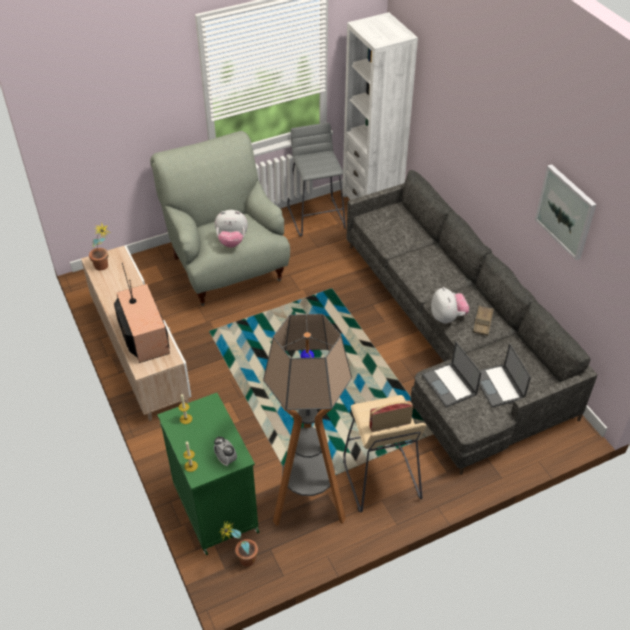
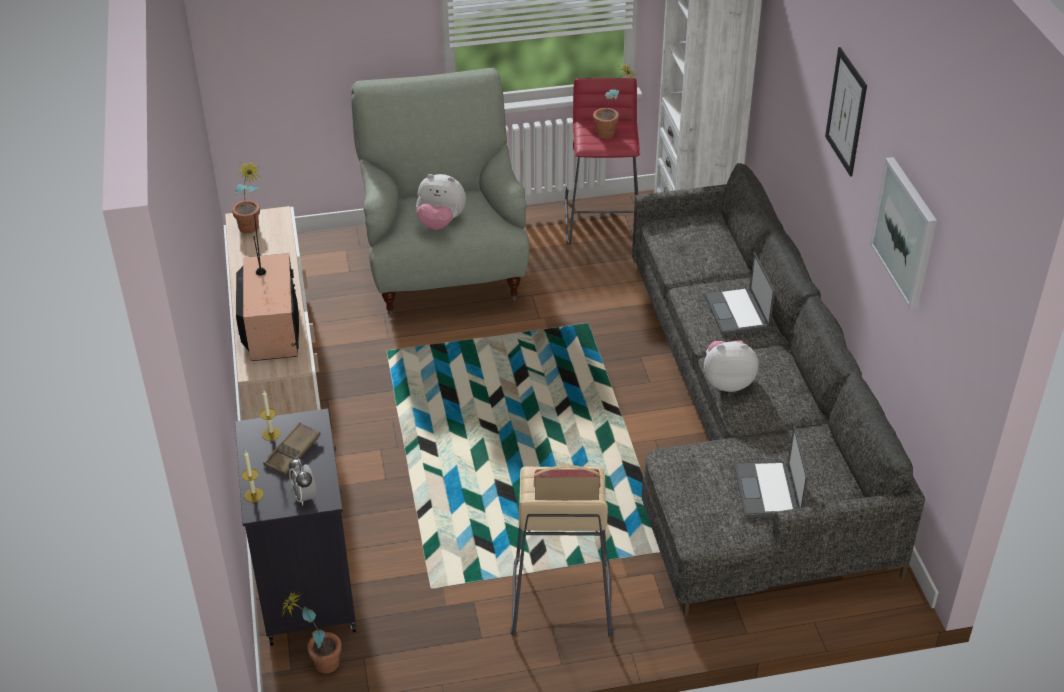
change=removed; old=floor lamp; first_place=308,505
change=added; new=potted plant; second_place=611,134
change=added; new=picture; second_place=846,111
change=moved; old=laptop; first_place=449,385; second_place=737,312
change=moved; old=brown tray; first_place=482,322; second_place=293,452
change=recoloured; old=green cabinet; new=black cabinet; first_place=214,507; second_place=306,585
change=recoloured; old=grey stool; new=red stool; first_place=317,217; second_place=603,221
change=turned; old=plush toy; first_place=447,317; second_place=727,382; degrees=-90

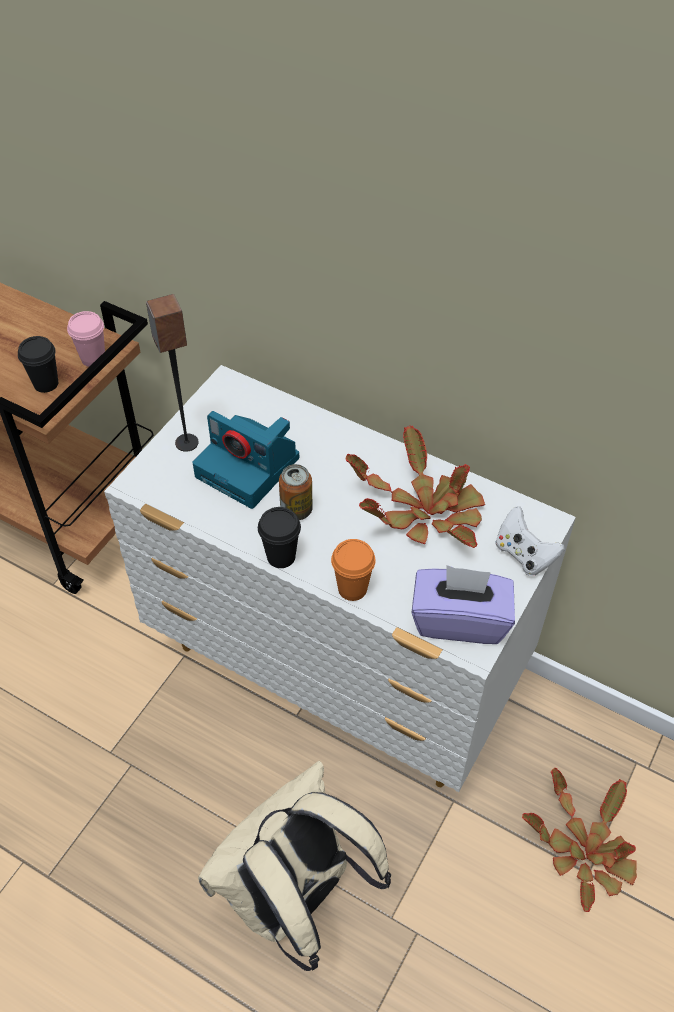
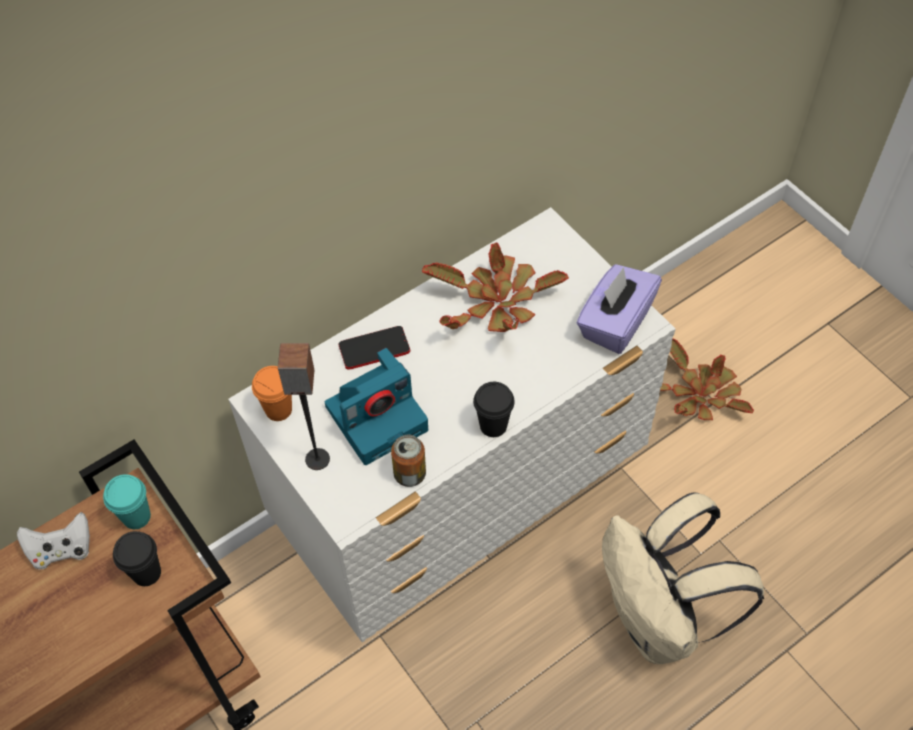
change=added; new=phone; second_place=374,348
change=moved; old=can; first_place=296,510; second_place=410,474
change=moved; old=orange cup; first_place=352,589; second_place=278,409
change=moved; old=white game controller; first_place=524,554; second_place=62,550
change=recoloured; old=pink cup; new=turquoise cup; first_place=93,358; second_place=136,516

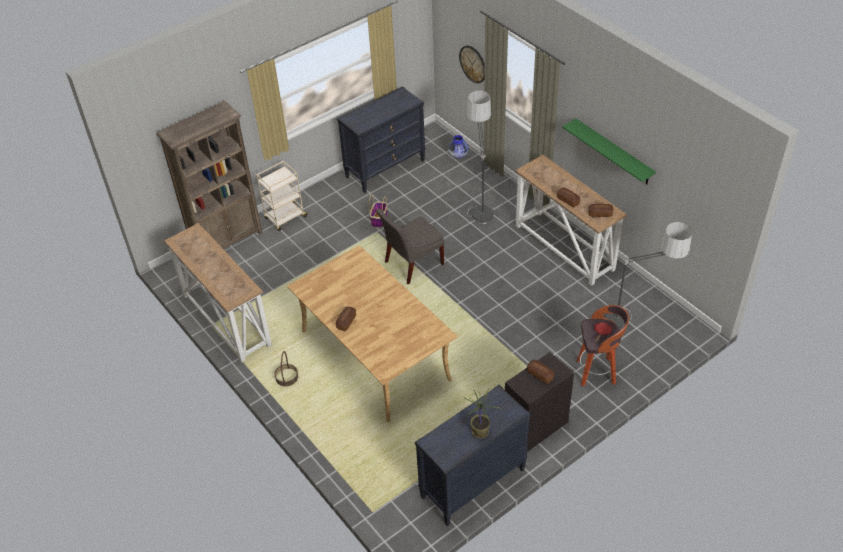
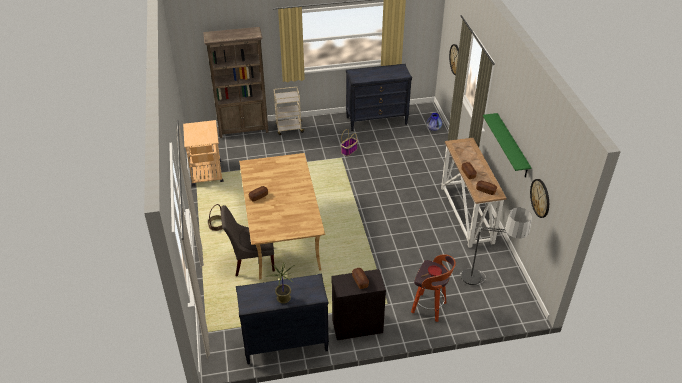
change=removed; old=floor lamp; first_place=479,202
change=added; new=wall clock; second_place=540,198
change=moved; old=grey chair; first_place=411,264; second_place=251,261
change=replaced; old=console table; new=beige cart; first_place=226,319; second_place=207,175

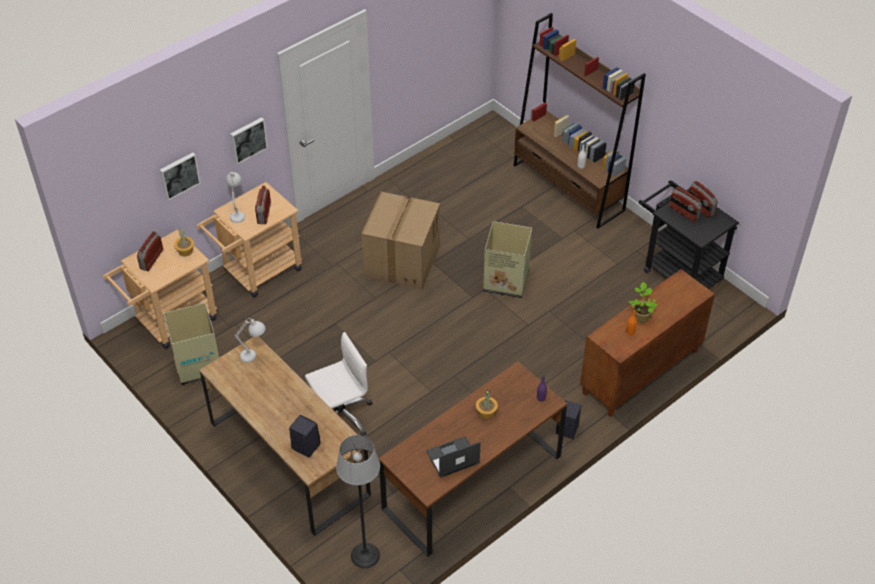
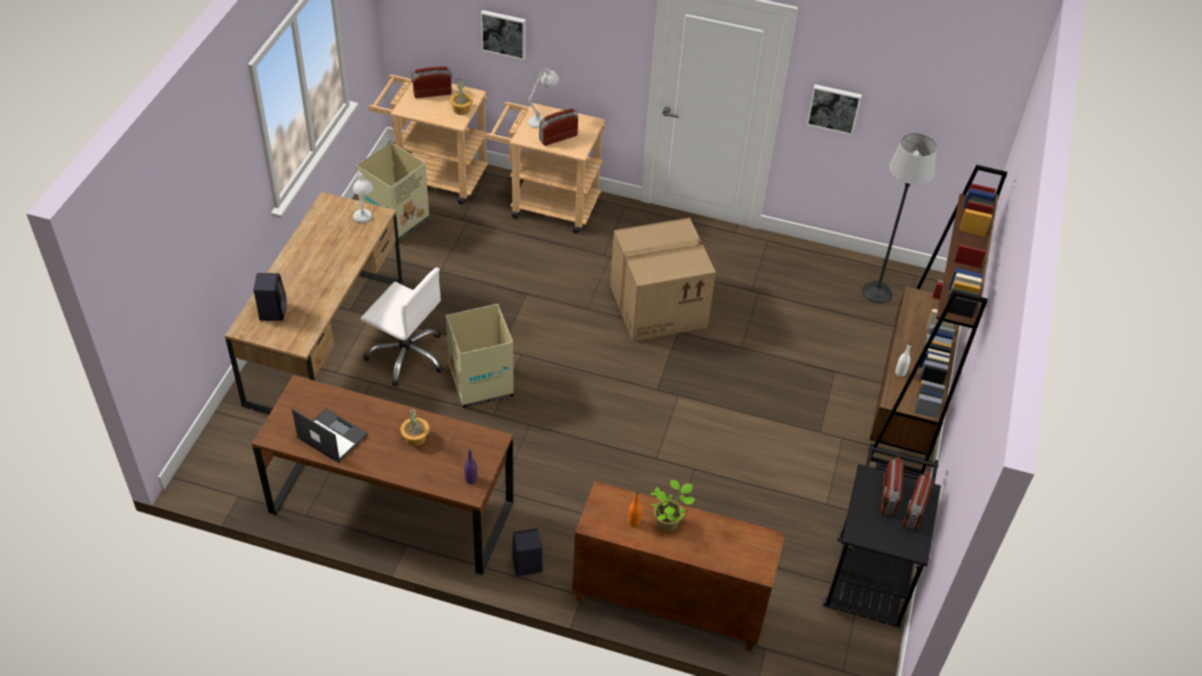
change=moved; old=picture; first_place=248,139; second_place=834,108
change=moved; old=floor lamp; first_place=365,555; second_place=876,292
change=moved; old=cardboard box; first_place=505,281; second_place=481,382

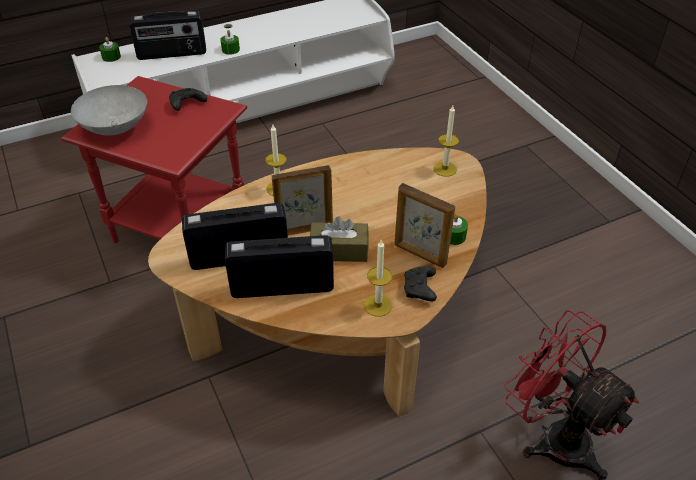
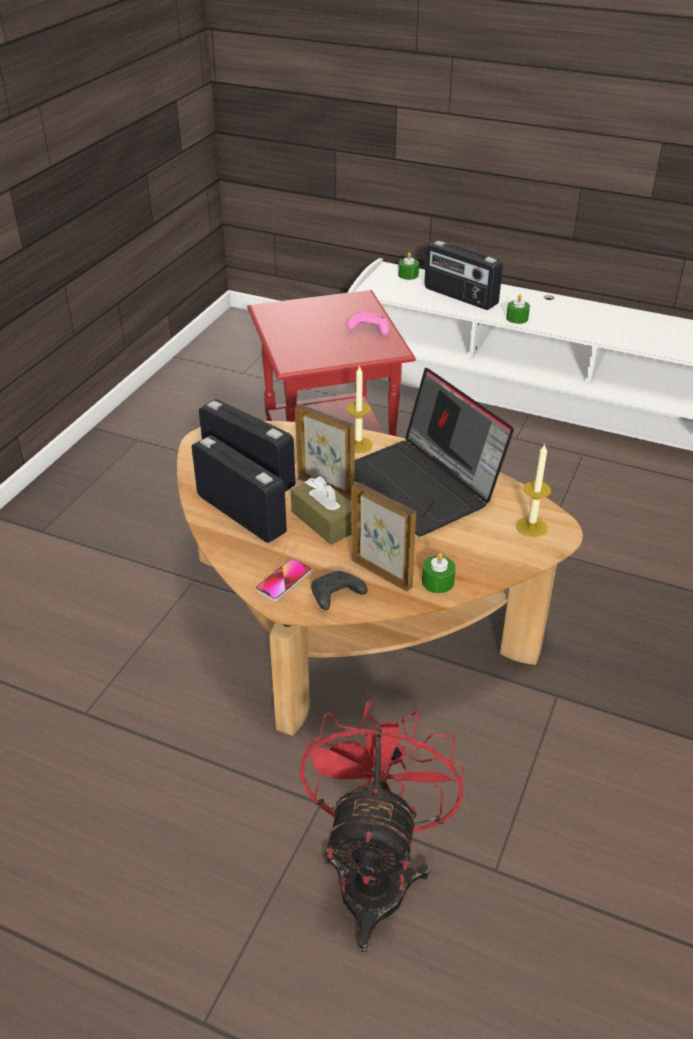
change=removed; old=grey bowl; first_place=114,129
change=added; new=laptop; second_place=424,485
change=replaced; old=candle; new=phone; first_place=378,305; second_place=284,580
change=recoloured; old=black game controller; new=pink game controller; first_place=186,104; second_place=368,330
change=turned; old=picture frame; first_place=419,255; second_place=382,573; degrees=135

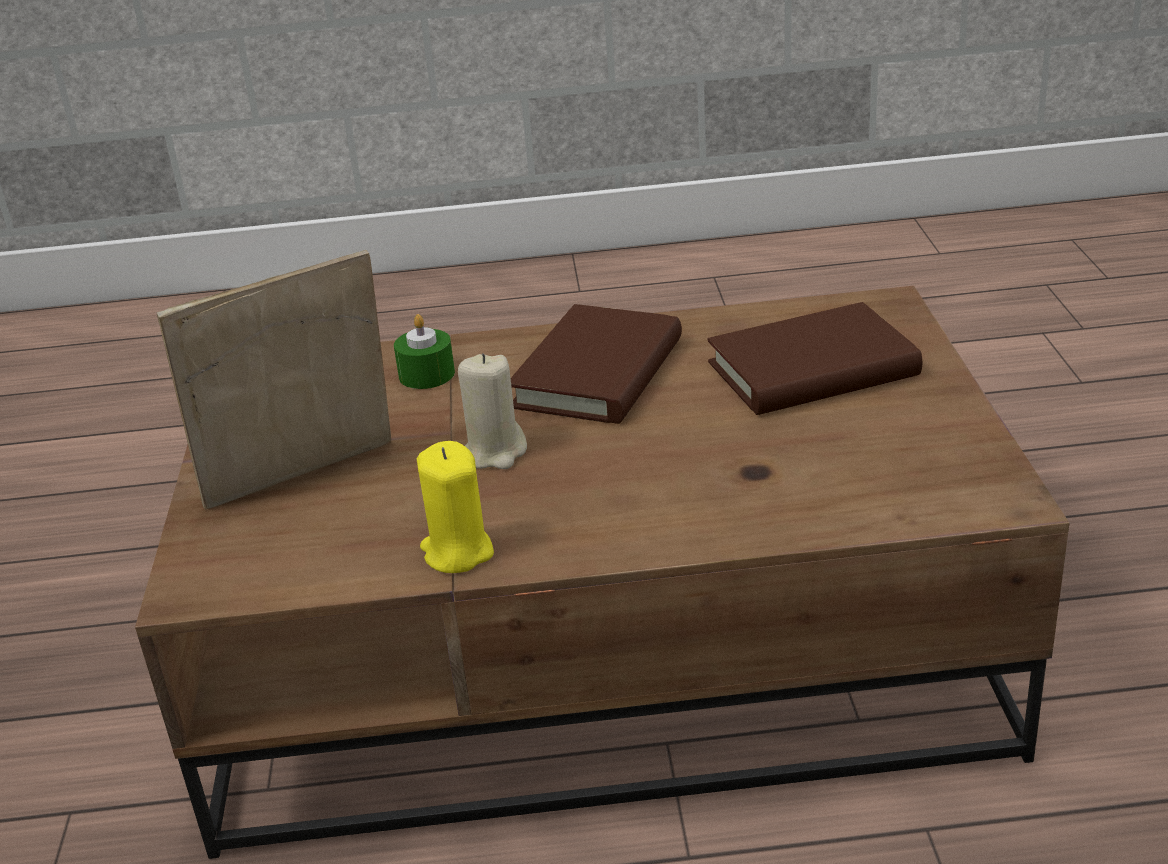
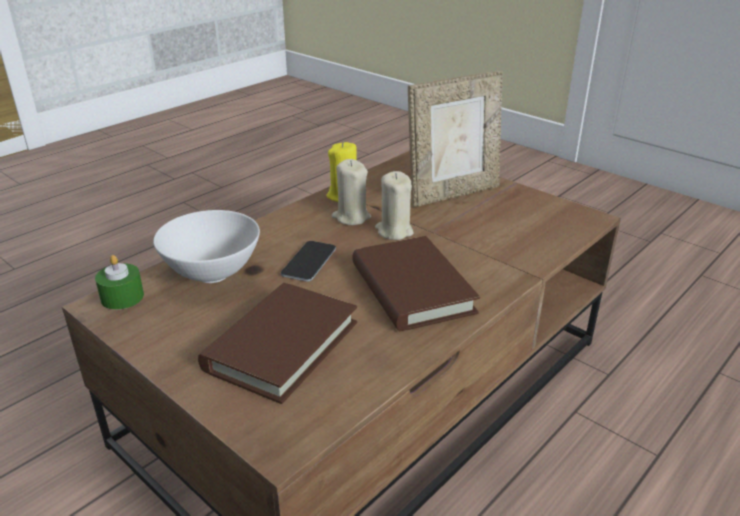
change=added; new=white bowl; second_place=212,275
change=added; new=phone; second_place=309,261
change=added; new=beige candle; second_place=351,217
change=moved; old=green candle; first_place=427,374; second_place=122,297
change=turned; old=picture frame; first_place=304,480; second_place=453,193; degrees=45

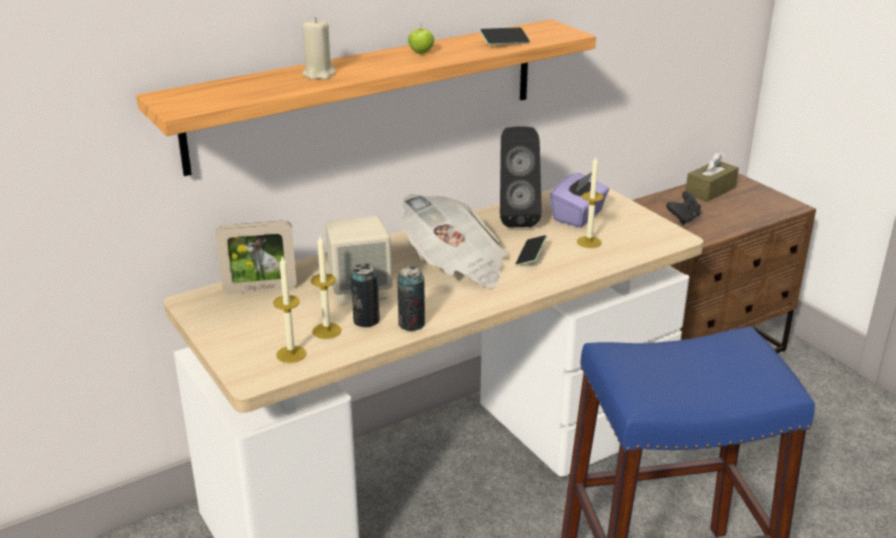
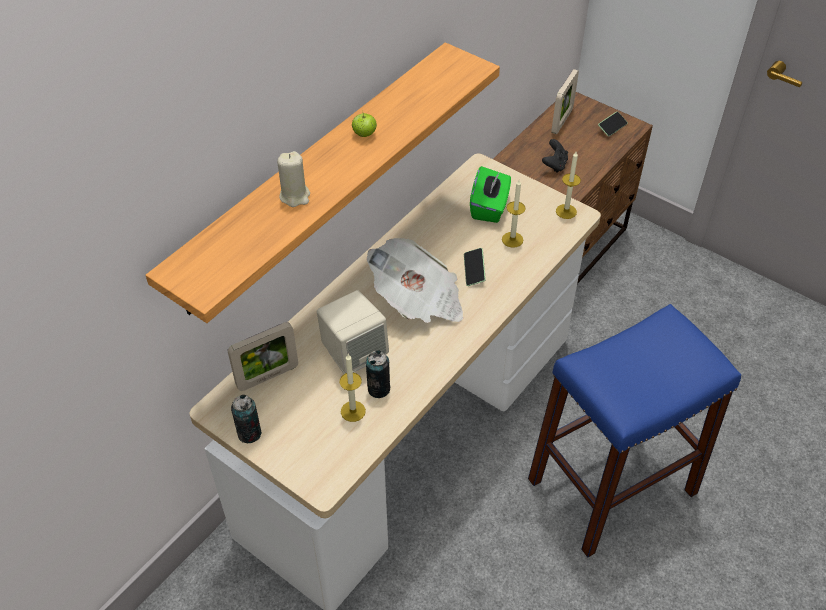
change=removed; old=black speaker; first_place=516,218
change=moved; old=candle; first_place=291,354; second_place=566,211
change=moved; old=can; first_place=411,324; second_place=249,433
change=moved; old=phone; first_place=504,43; second_place=612,128
change=replaced; old=brown tissue box; new=picture frame; first_place=710,190; second_place=562,121
change=recoloured; old=purple tissue box; new=green tissue box; first_place=578,216; second_place=489,207

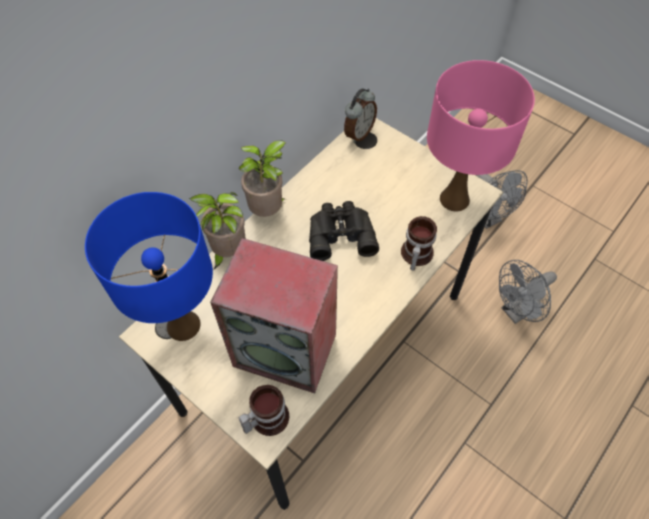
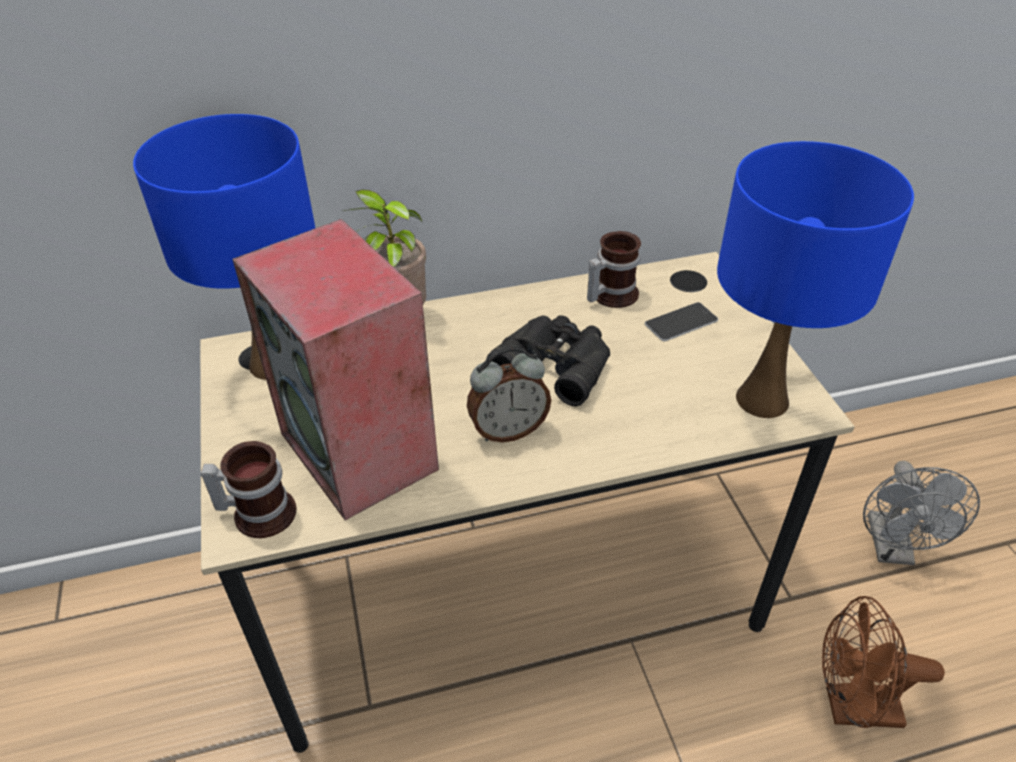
change=removed; old=potted plant; first_place=268,211
change=added; new=phone; second_place=681,322
change=moved; old=alarm clock; first_place=358,133; second_place=508,430
change=moved; old=mug; first_place=414,255; second_place=610,294
change=recoloured; old=pink table lamp; new=blue table lamp; first_place=454,198; second_place=762,399
change=recoloured; old=grey fan; new=brown fan; first_place=516,311; second_place=851,708

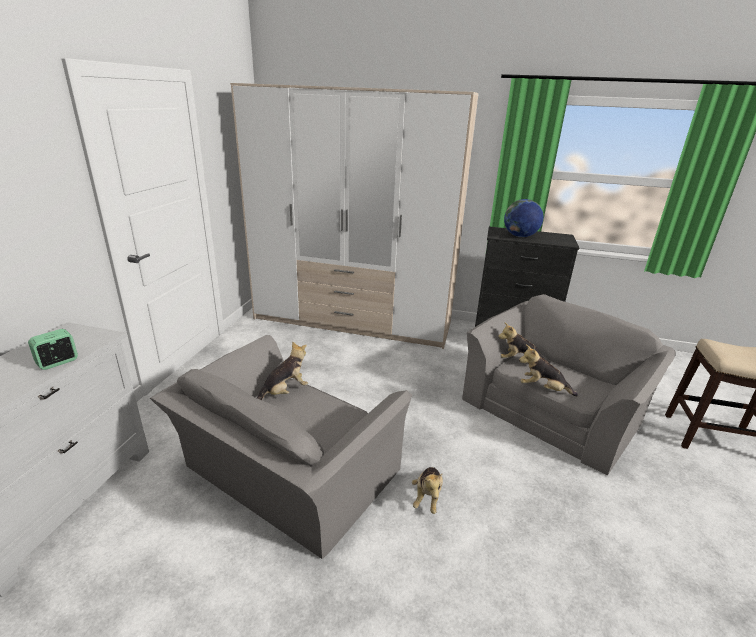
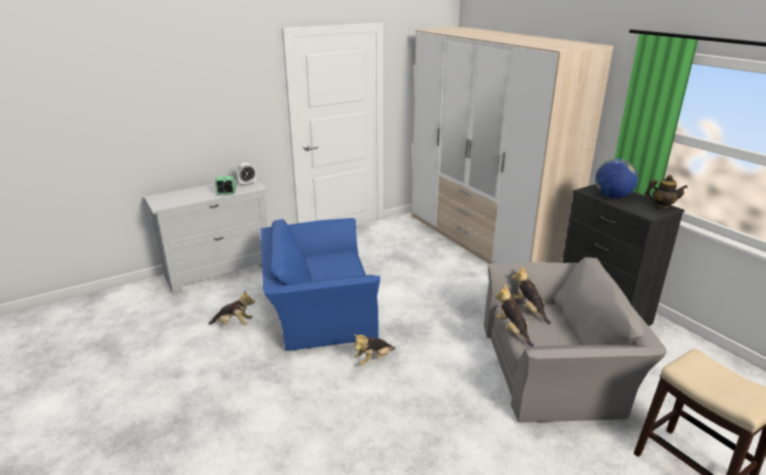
change=added; new=alarm clock; second_place=247,184
change=added; new=teapot; second_place=662,206
change=moved; old=plush toy; first_place=285,392; second_place=234,324
change=recoloured; old=grey armchair; new=blue armchair; first_place=287,473; second_place=318,309

